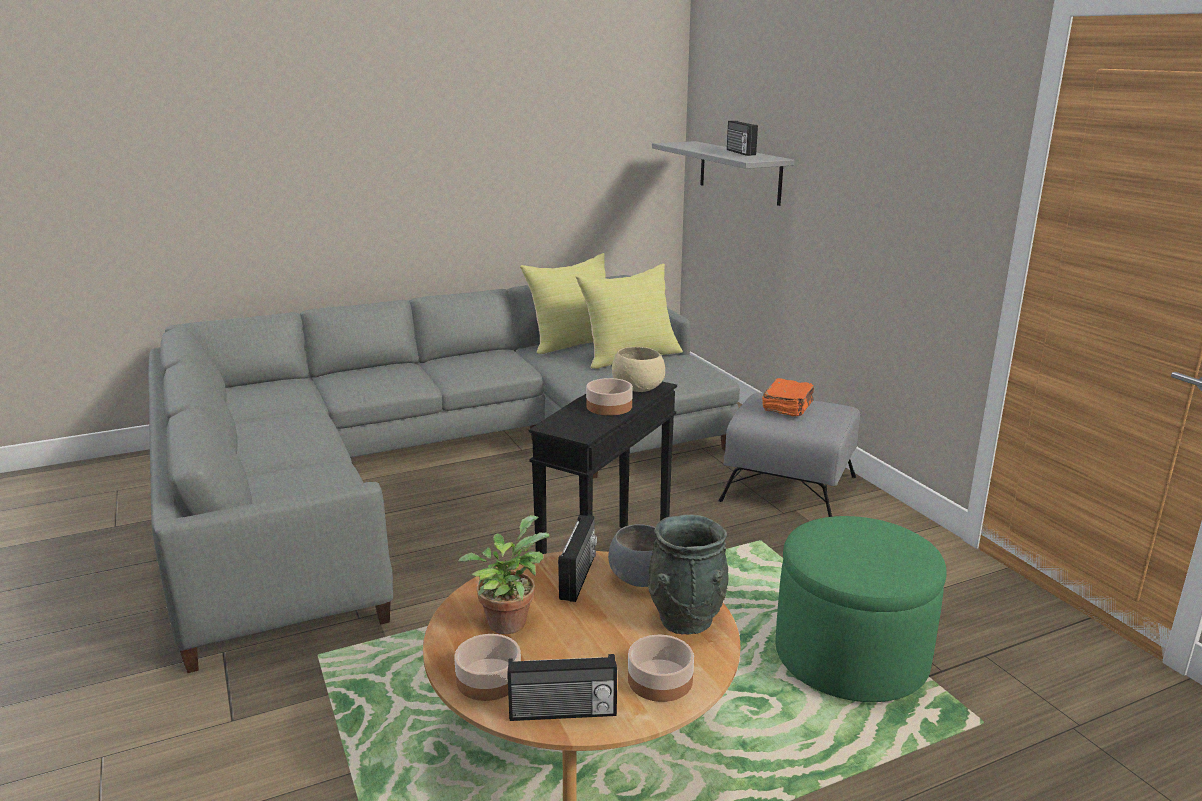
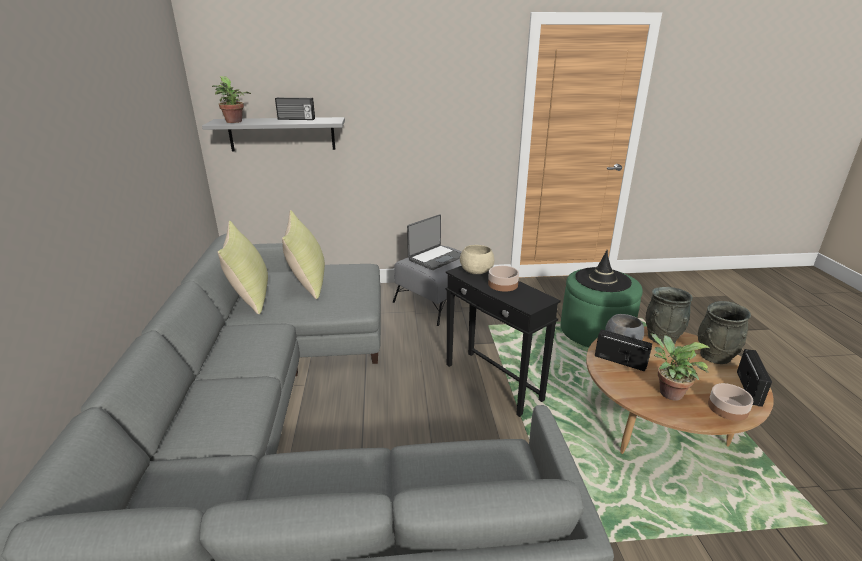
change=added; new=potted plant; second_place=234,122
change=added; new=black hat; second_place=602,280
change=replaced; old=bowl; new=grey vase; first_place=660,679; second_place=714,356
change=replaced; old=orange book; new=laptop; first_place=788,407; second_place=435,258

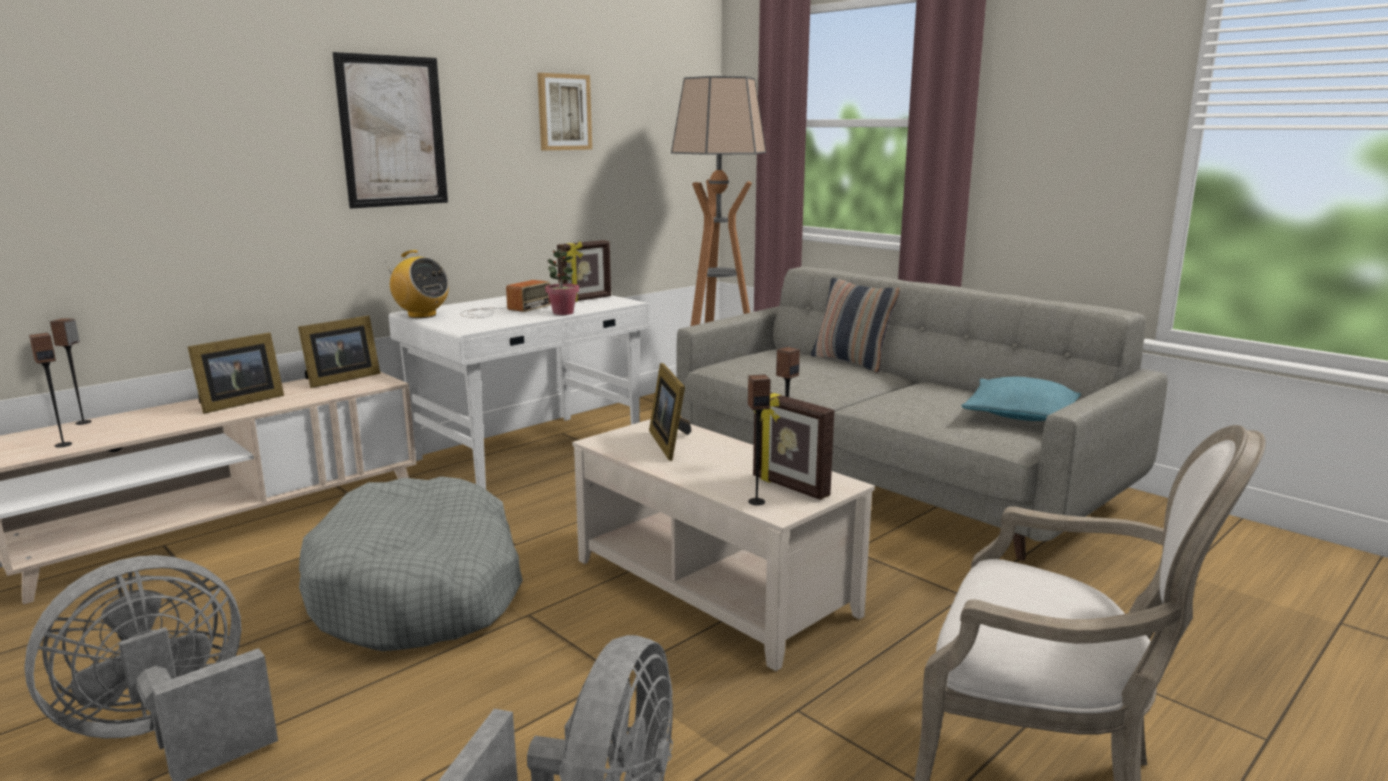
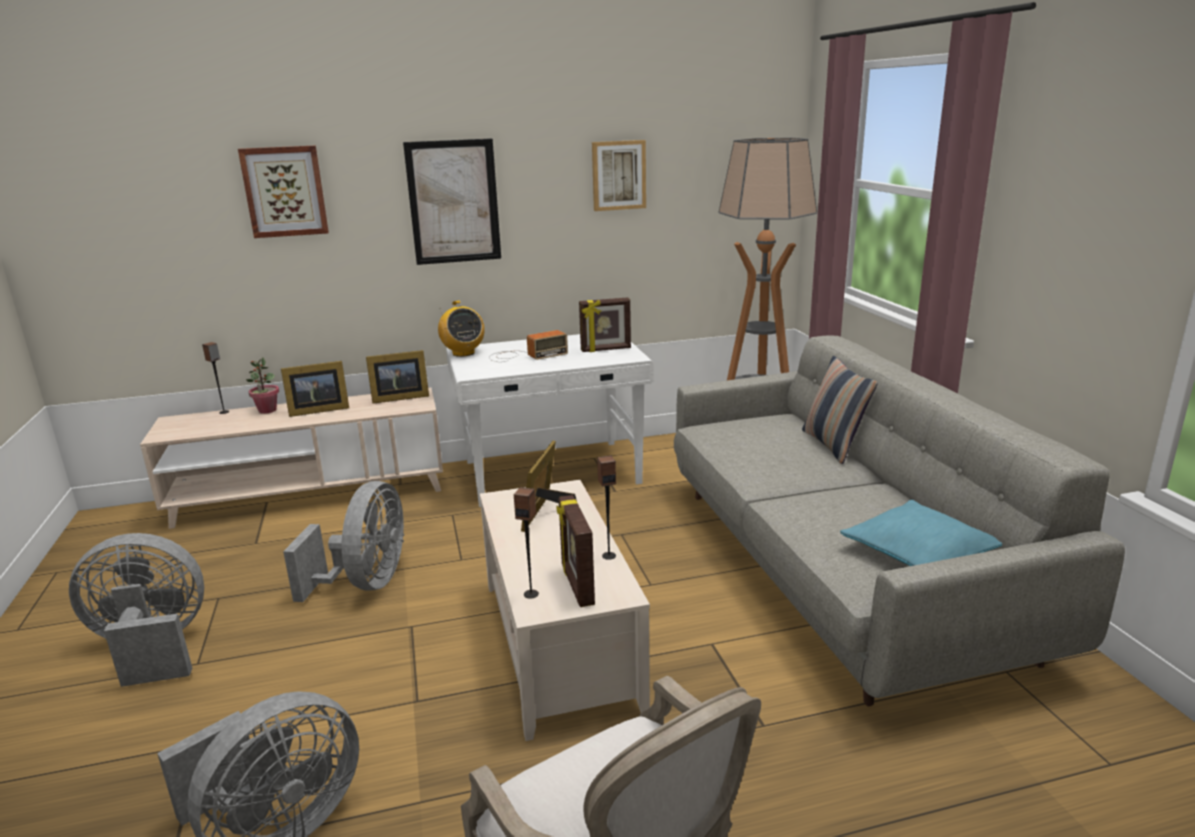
change=removed; old=speaker; first_place=63,444
change=added; new=picture; second_place=285,191
change=moved; old=potted plant; first_place=563,313; second_place=267,410
change=replaced; old=grey dog bed; new=grey fan; first_place=419,590; second_place=366,583

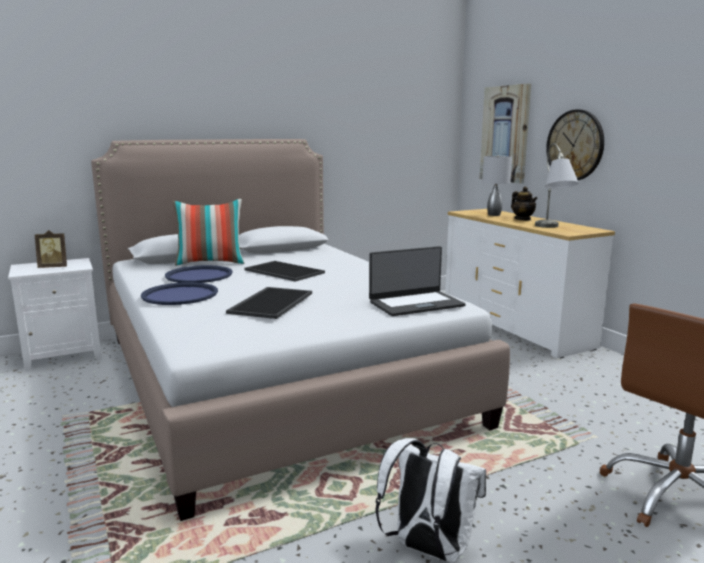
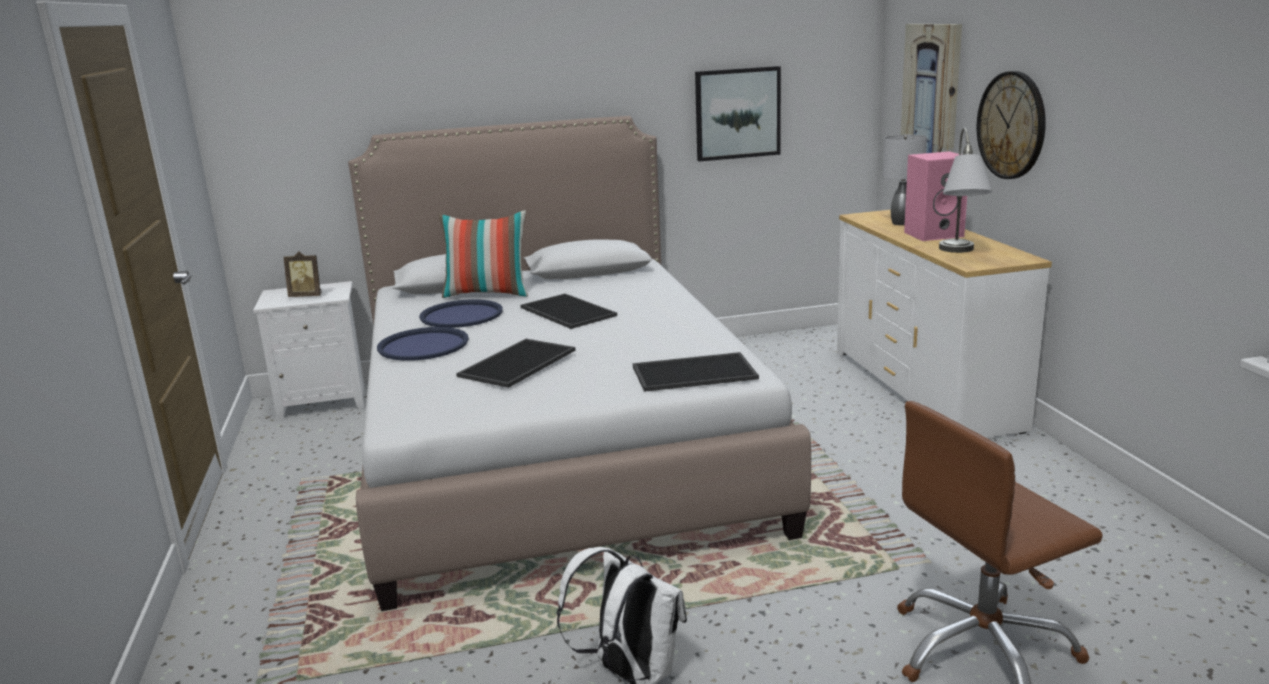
change=added; new=picture; second_place=737,113
change=replaced; old=laptop; new=tray; first_place=415,304; second_place=695,372
change=replaced; old=teapot; new=pink speaker; first_place=522,219; second_place=934,234

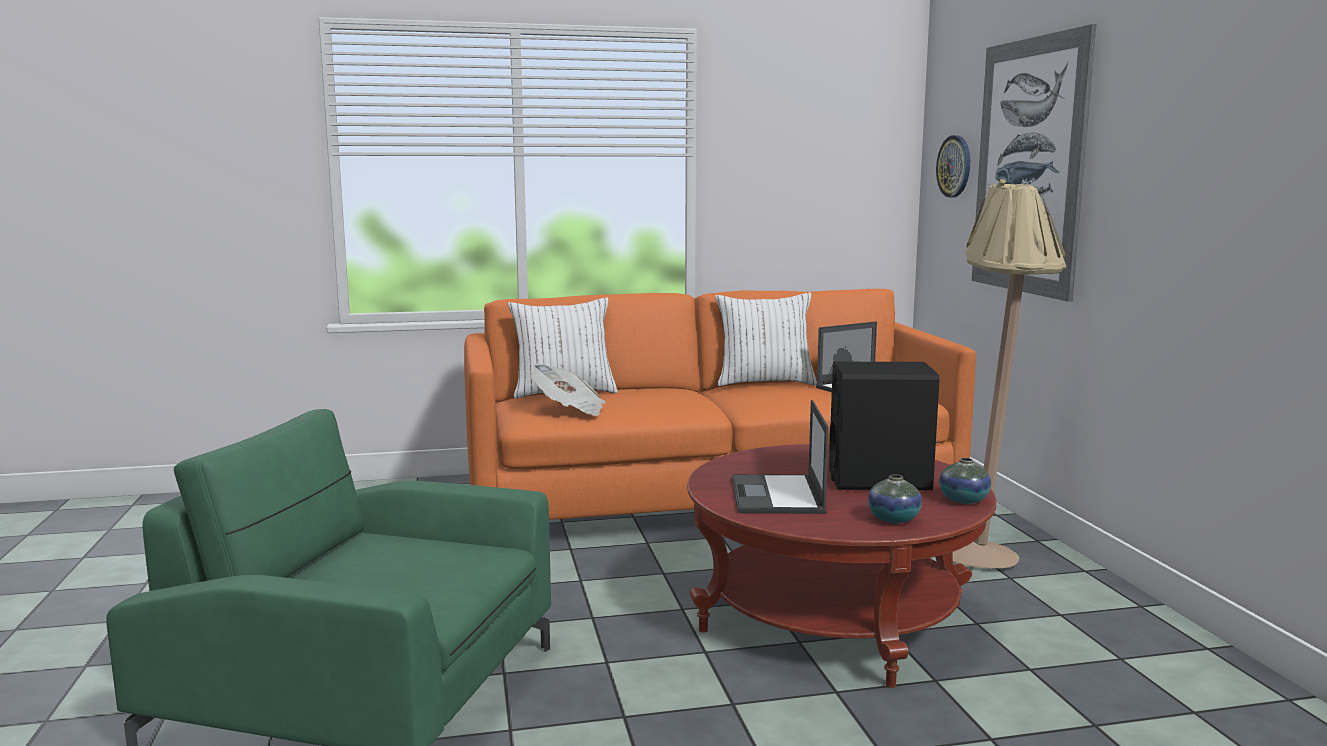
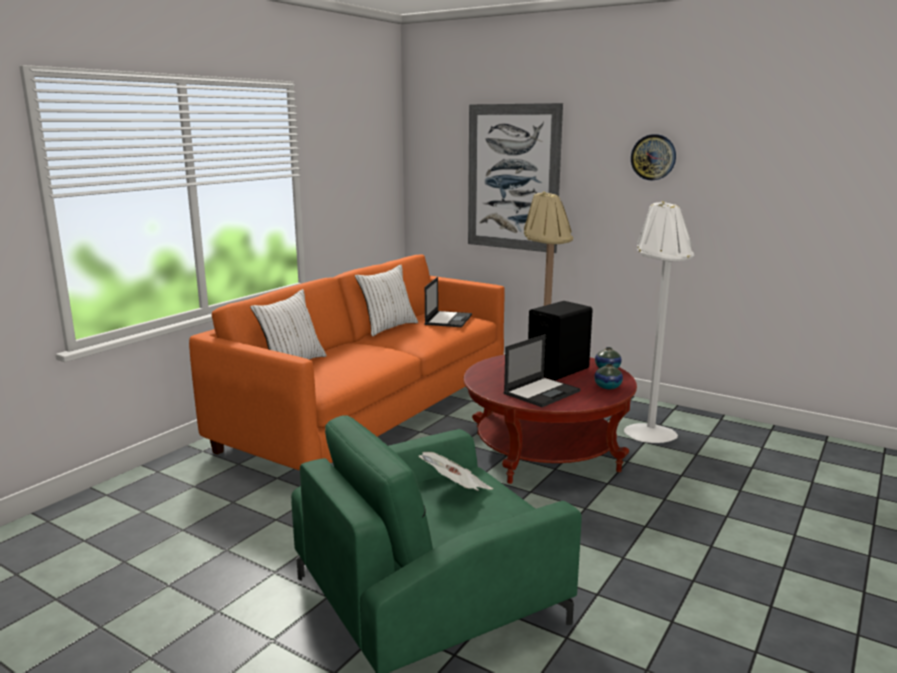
change=added; new=white floor lamp; second_place=650,429
change=moved; old=newspaper; first_place=569,410; second_place=456,489
change=moved; old=wall clock; first_place=954,166; second_place=653,157
change=turned; old=laptop; first_place=777,496; second_place=542,392; degrees=-90

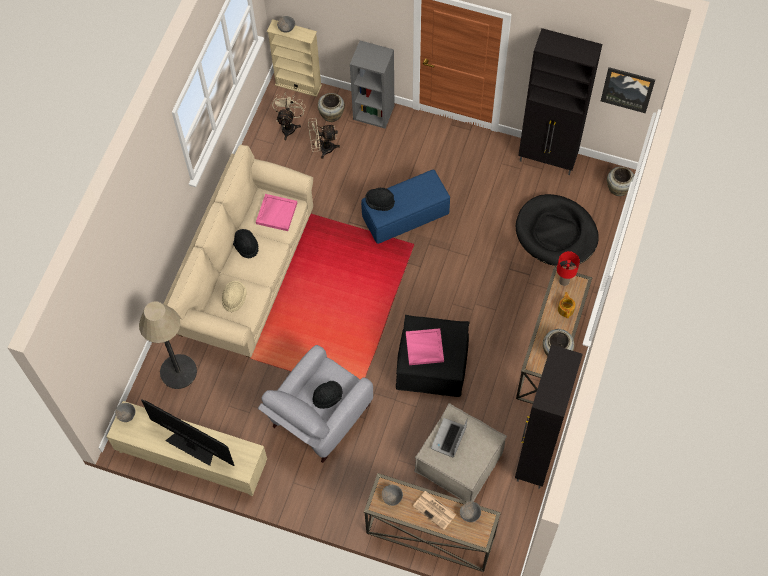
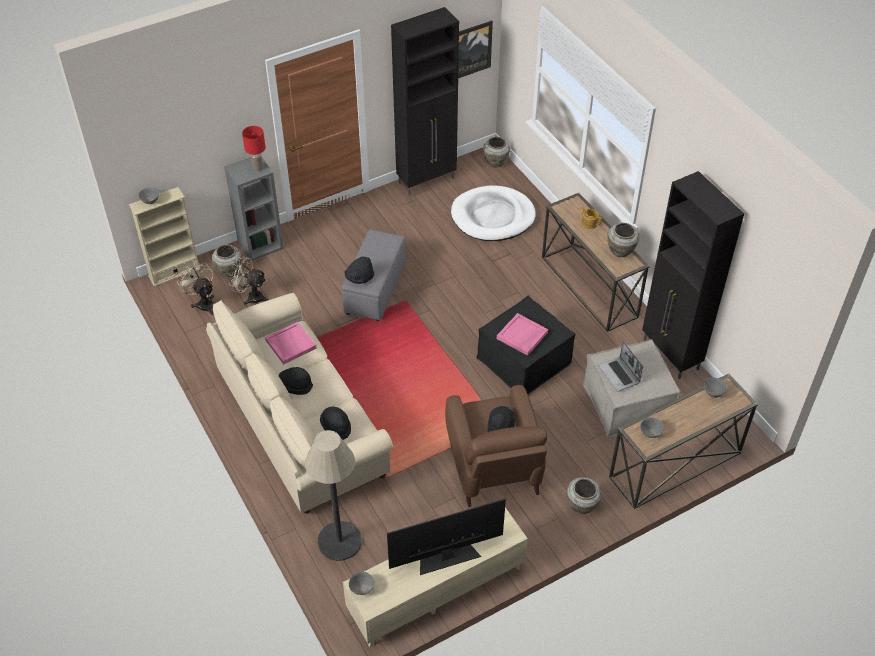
change=removed; old=newspaper; first_place=435,510
change=added; new=beige vase; second_place=581,506
change=moved; old=red table lamp; first_place=563,281; second_place=257,168
change=recoloured; old=beige hat; new=black hat; first_place=234,298; second_place=336,427
change=recoloured; old=grey armchair; new=brown armchair; first_place=318,418; second_place=494,468
change=recoloured; old=blue ottoman; new=grey ottoman; first_place=406,216; second_place=375,288
change=recoloured; old=black dog bed; new=white dog bed; first_place=556,233; second_place=493,216
change=turned; old=beige fan; first_place=322,148; second_place=251,297; degrees=75

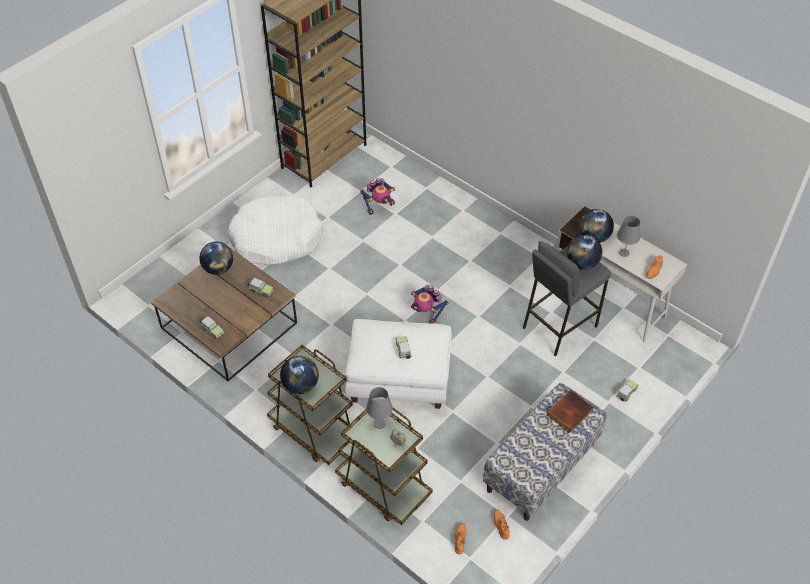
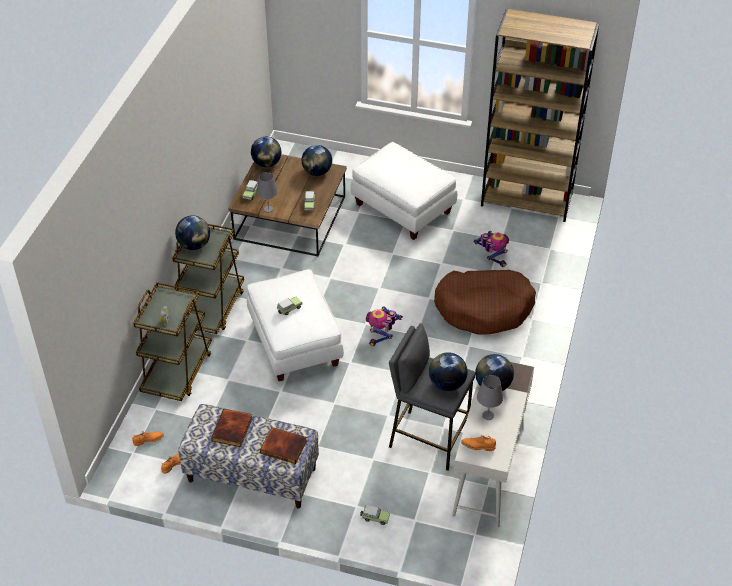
change=added; new=book; second_place=233,430
change=added; new=globe; second_place=267,163
change=added; new=brown dog bed; second_place=484,308
change=moved; old=grey table lamp; first_place=380,423; second_place=268,209
change=replaced; old=white dog bed; new=white ottoman; first_place=276,238; second_place=403,208
change=turned; old=toy robot; first_place=379,206; second_place=492,258; degrees=-150

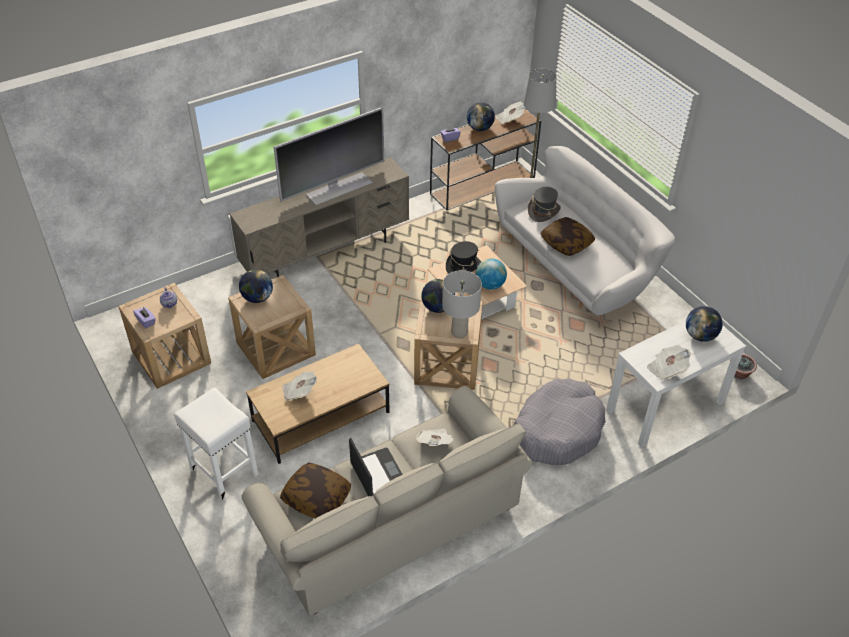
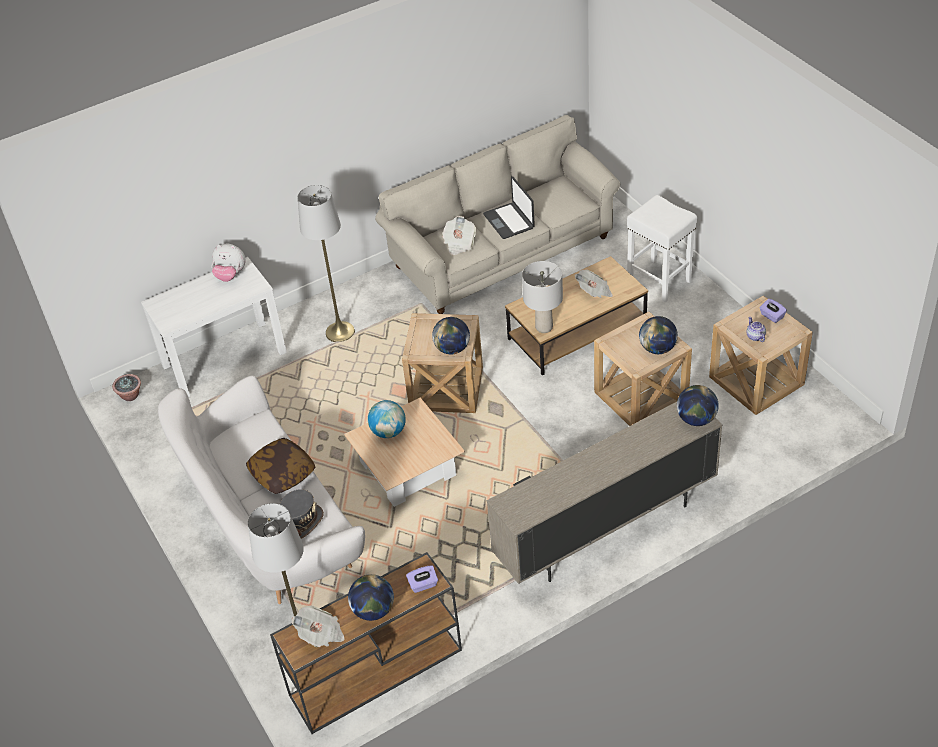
change=removed; old=television; first_place=338,188
change=removed; old=pillow; first_place=316,498
change=removed; old=black hat; first_place=463,266
change=moved; old=grey table lamp; first_place=459,333; second_place=544,327
change=moved; old=globe; first_place=700,336; second_place=696,419
change=replaced; old=grey dog bed; new=grey floor lamp; first_place=557,430; second_place=340,332
change=replaced; old=newspaper; new=plush toy; first_place=666,369; second_place=230,275

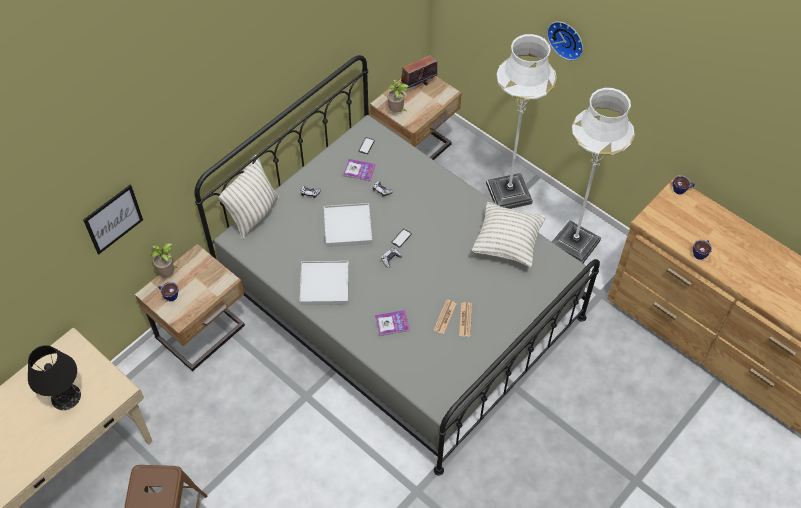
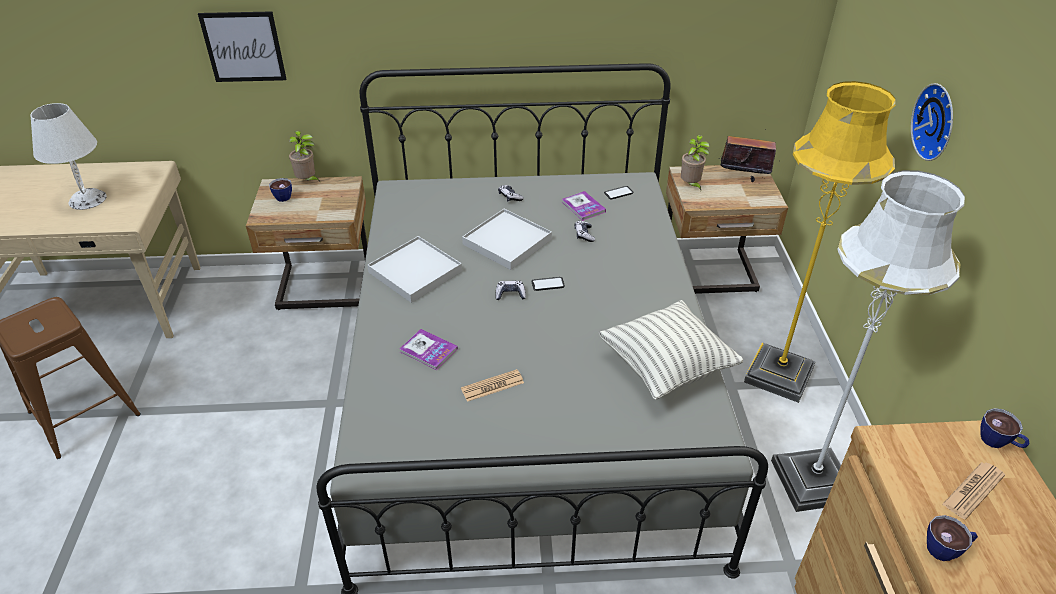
change=removed; old=pillow; first_place=254,214
change=moved; old=newspaper; first_place=465,319; second_place=973,490
change=recoloured; old=black table lamp; new=white table lamp; first_place=66,396; second_place=88,199
change=recoloured; old=white floor lamp; new=yellow floor lamp; first_place=509,193; second_place=779,374

